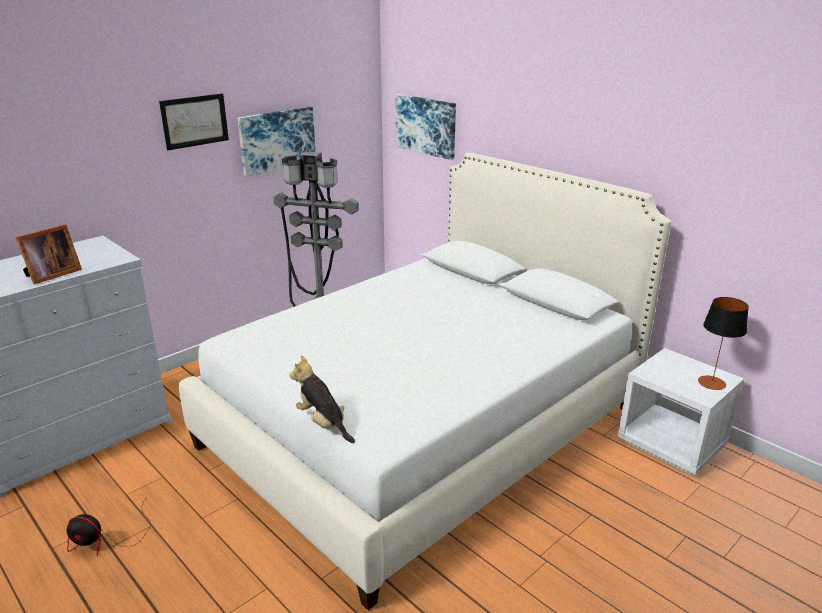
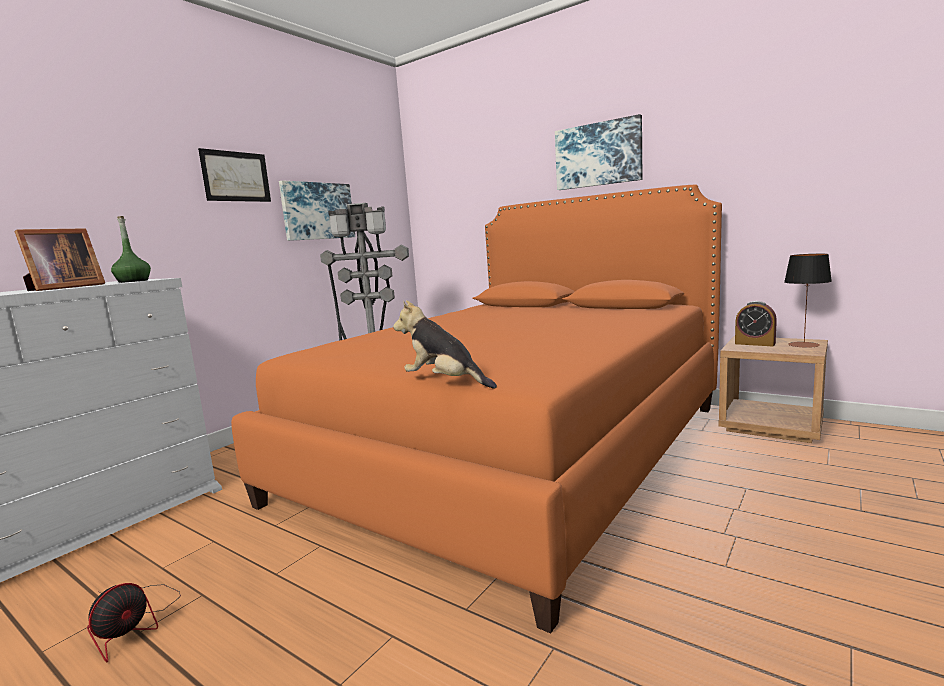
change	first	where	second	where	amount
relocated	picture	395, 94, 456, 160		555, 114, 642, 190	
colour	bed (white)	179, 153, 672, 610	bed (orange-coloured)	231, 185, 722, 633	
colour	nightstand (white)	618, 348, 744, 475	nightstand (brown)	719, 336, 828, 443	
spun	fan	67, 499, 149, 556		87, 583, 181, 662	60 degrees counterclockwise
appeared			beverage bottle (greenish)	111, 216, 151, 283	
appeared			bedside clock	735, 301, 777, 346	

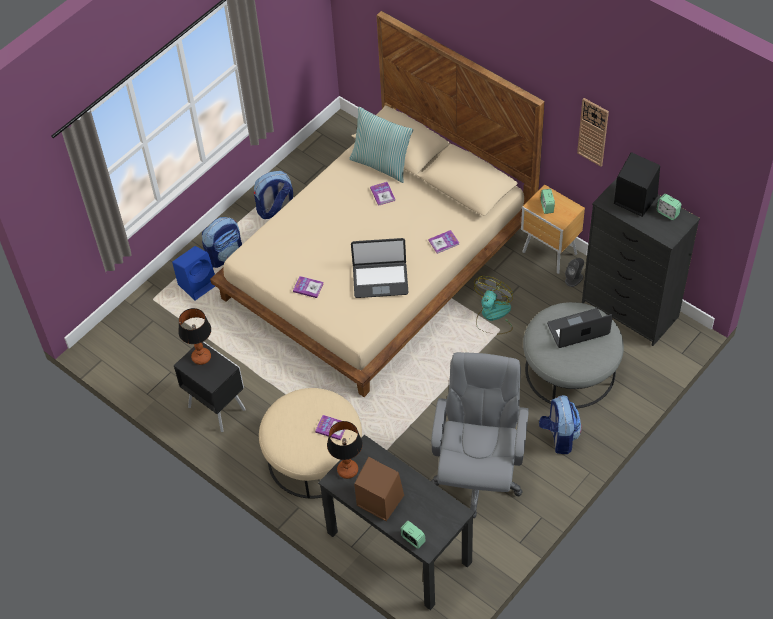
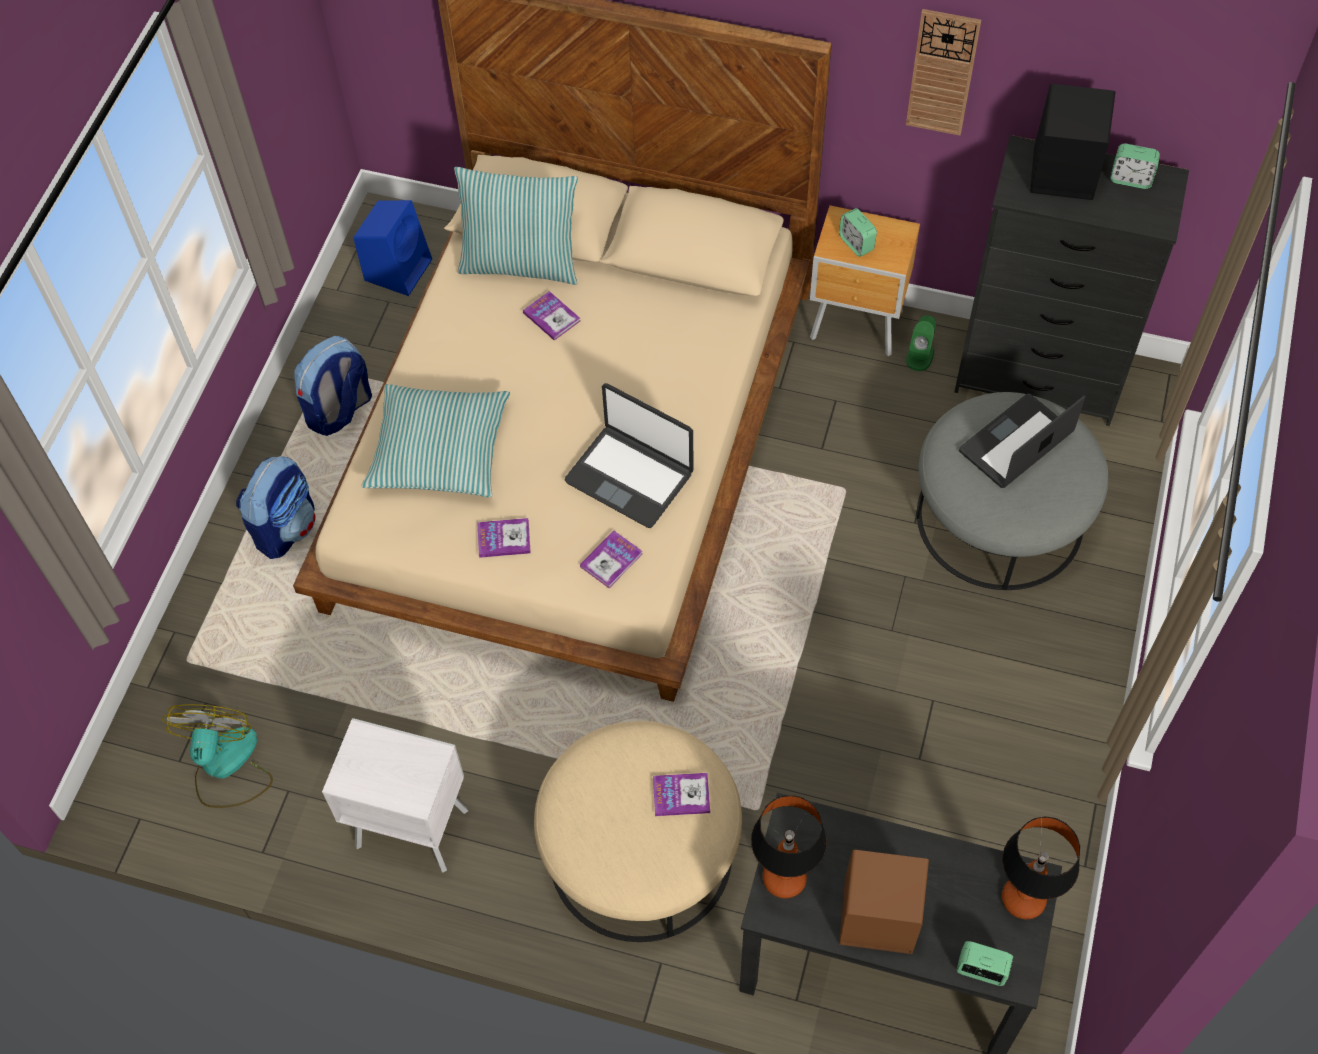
change	first	where	second	where	amount
relocated	book	429, 230, 459, 254		580, 530, 642, 588	
spun	laptop	351, 238, 408, 298		565, 383, 693, 528	60 degrees clockwise
relocated	loudspeaker (blue)	172, 246, 215, 300		353, 200, 432, 296	
colour	loudspeaker (gray)	565, 258, 584, 287	loudspeaker (greenish)	906, 315, 936, 371	
relocated	fan	474, 276, 513, 335		162, 704, 273, 808	
relocated	tabletop lamp	178, 308, 211, 365		1002, 816, 1080, 919	
colour	nightstand (black)	174, 341, 245, 432	nightstand (white)	322, 718, 468, 873	
missing	desk chair (gray)	431, 352, 529, 518			
missing	rucksack	539, 395, 582, 454			
appeared			cushion	362, 384, 510, 497	

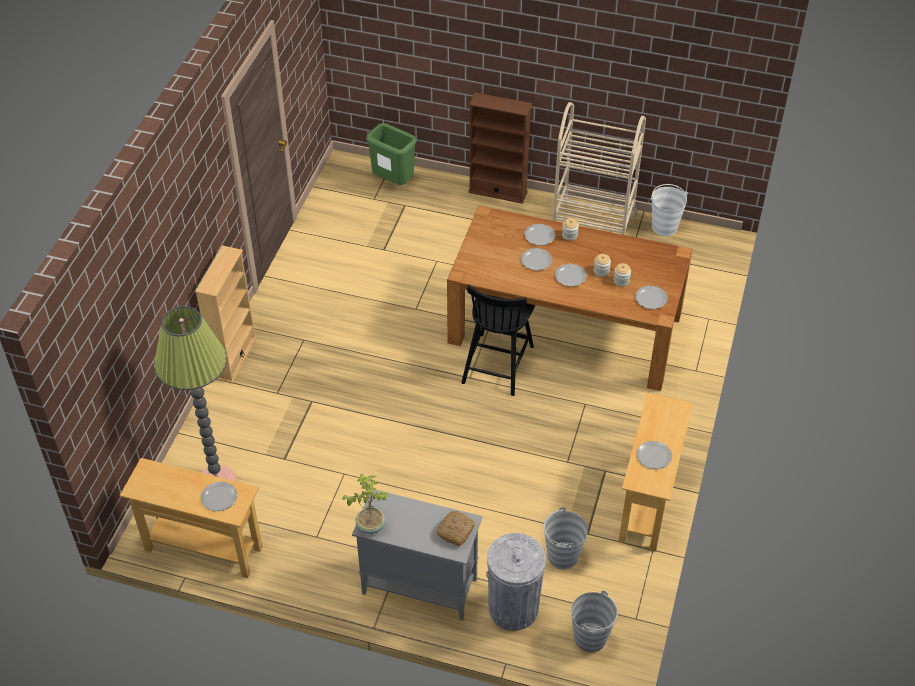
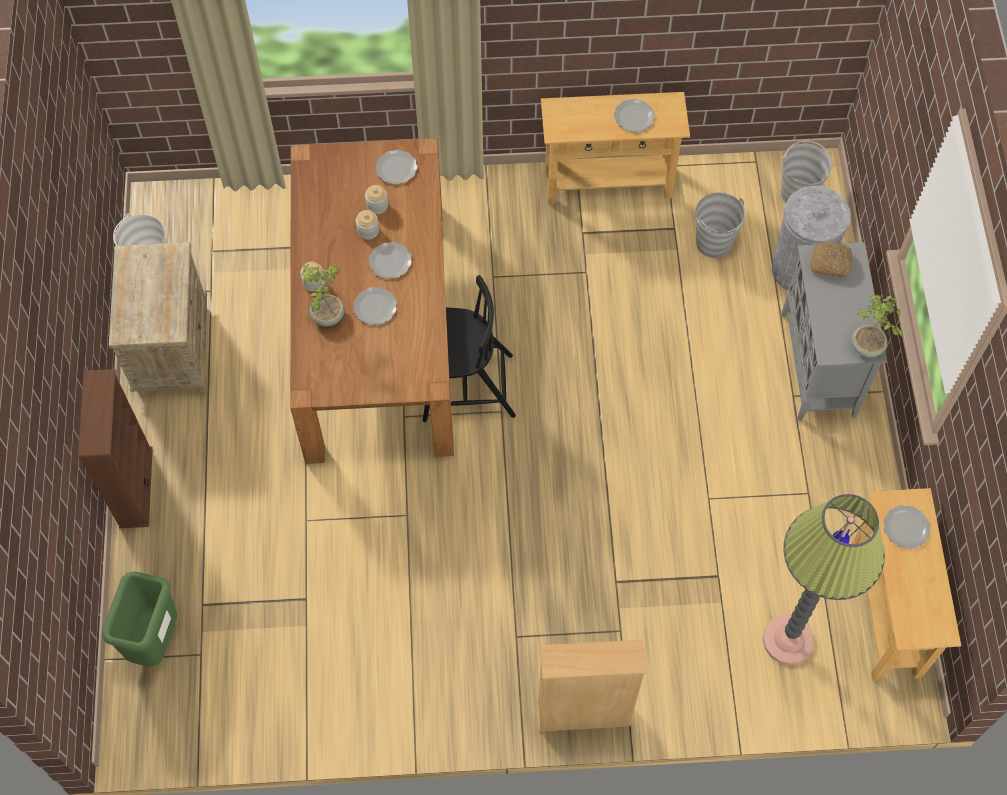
change	first	where	second	where	amount
exchanged	wheeled cart (beige-coloured)	552, 102, 646, 235	nightstand (beige-coloured)	109, 242, 207, 396	
exchanged	dinner plate	524, 224, 555, 245	potted plant	301, 264, 344, 327	

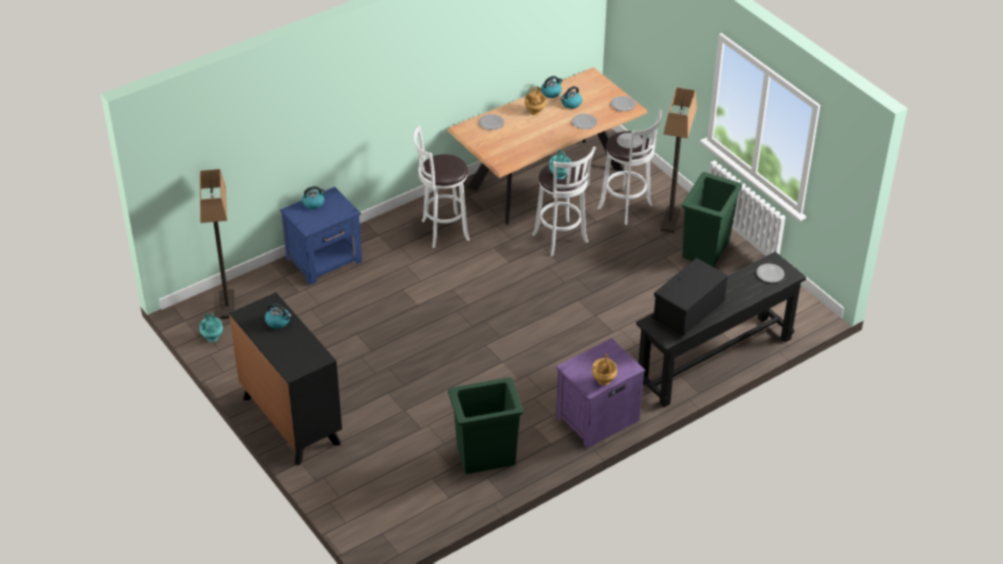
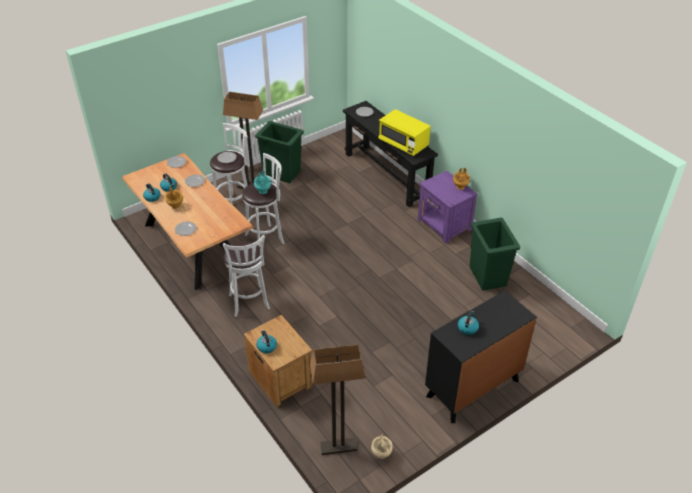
change	first	where	second	where	amount
colour	nightstand (blue)	280, 187, 362, 285	nightstand (brown)	244, 315, 313, 407	
colour	microwave (black)	652, 258, 728, 338	microwave (yellow-coloured)	378, 109, 431, 156	
colour	flower vase (turquoise)	199, 313, 223, 342	flower vase (beige-coloured)	371, 434, 393, 459	

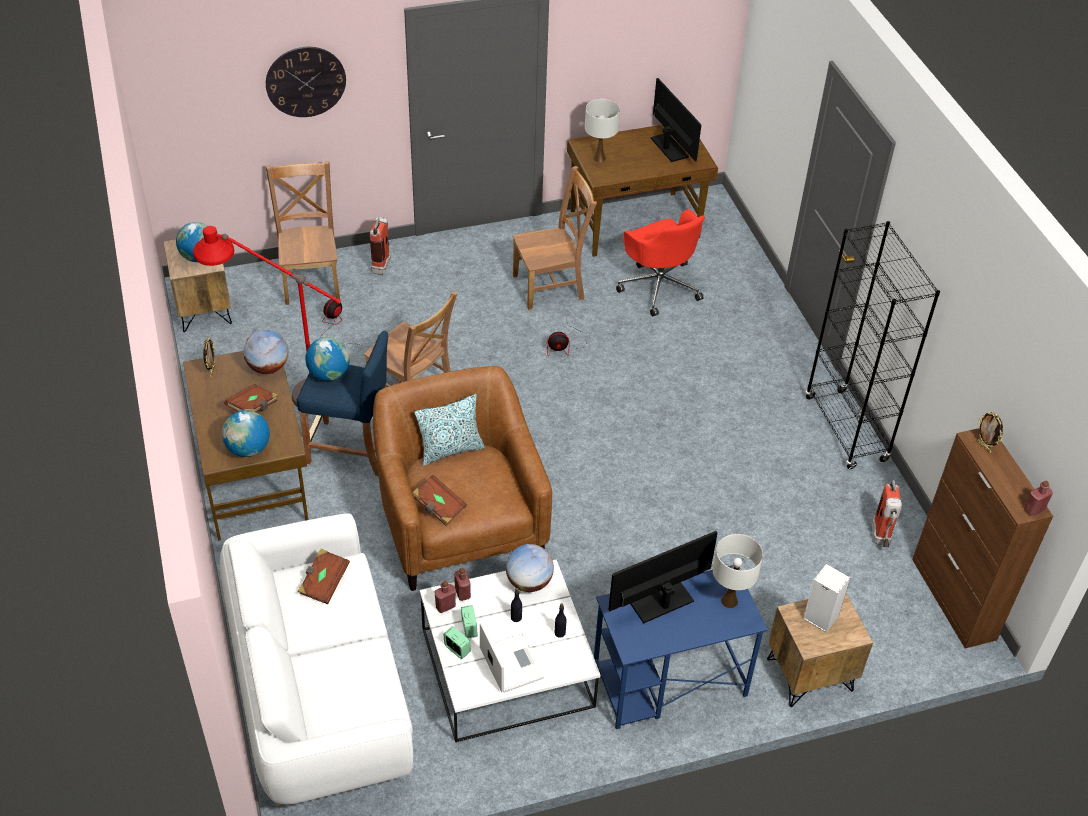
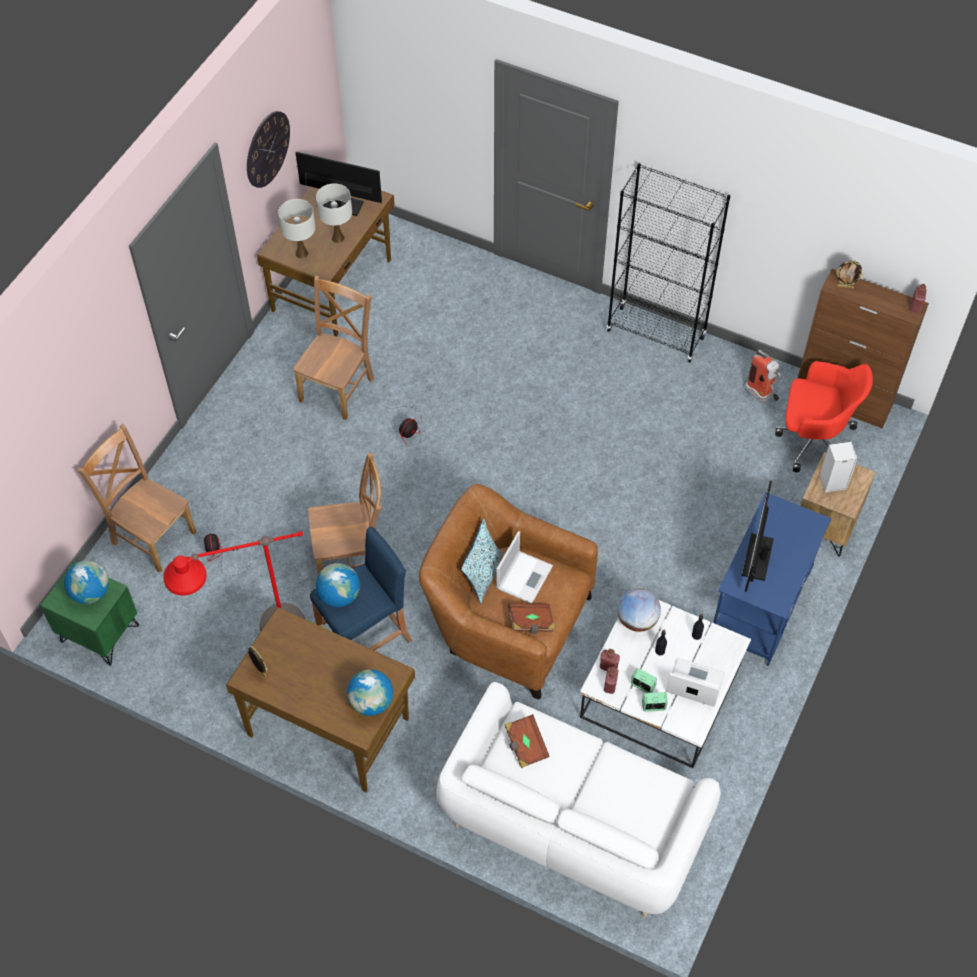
change	first	where	second	where	amount
relocated	wall clock	266, 47, 346, 117		247, 111, 290, 188	
relocated	desk chair (red-coloured)	616, 209, 705, 316		775, 361, 873, 472	
missing	fire extinguisher	370, 217, 391, 275			
colour	nightstand (brown)	163, 240, 232, 332	nightstand (greenish)	40, 561, 139, 666	
missing	world globe	243, 330, 288, 374			
missing	book (brown)	225, 384, 278, 412			
relocated	tabletop lamp (white)	713, 534, 763, 608		316, 183, 352, 243	
appeared			laptop	496, 531, 553, 604	

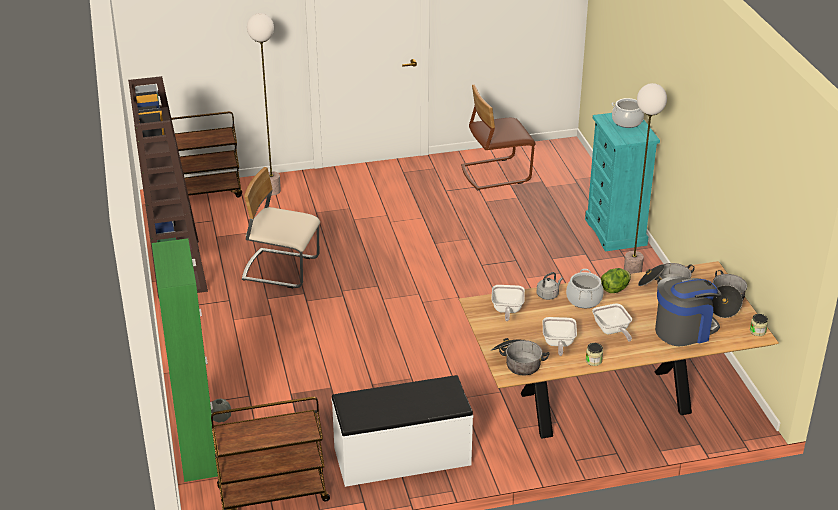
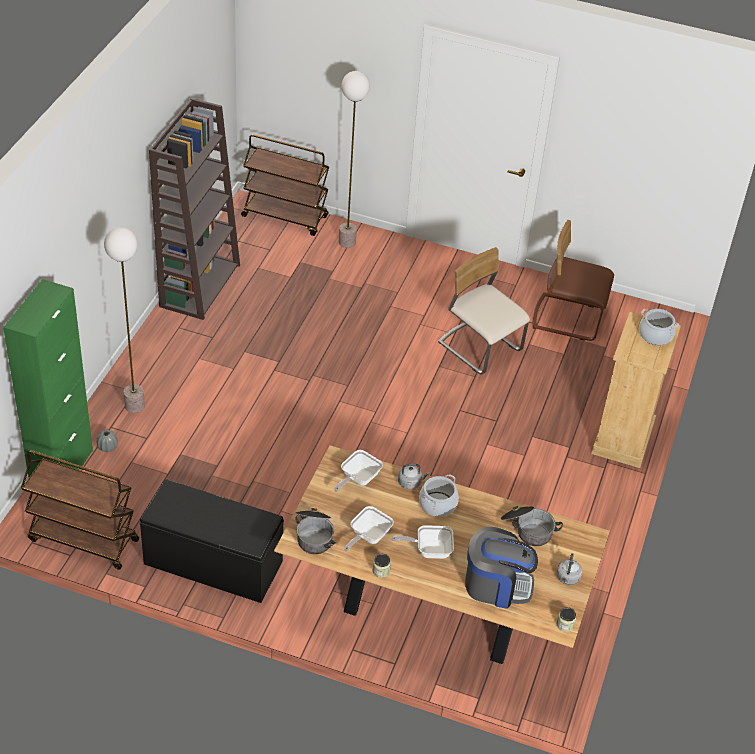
change	first	where	second	where	amount
relocated	standard lamp	624, 83, 667, 274		104, 227, 145, 413	
colour	chest of drawers (turquoise)	585, 113, 660, 251	chest of drawers (beige-coloured)	592, 312, 681, 468	
relocated	plain chair (beige-coloured)	242, 167, 320, 288		438, 247, 530, 375	
missing	lettuce	601, 268, 631, 293			
exchanged	saucepot	712, 270, 747, 318	water kettle (gray)	557, 553, 582, 585	
spun	skillet	592, 303, 632, 341		392, 525, 454, 559	75 degrees clockwise
colour	indoor bench (white)	331, 375, 473, 487	indoor bench (black)	140, 479, 284, 603	

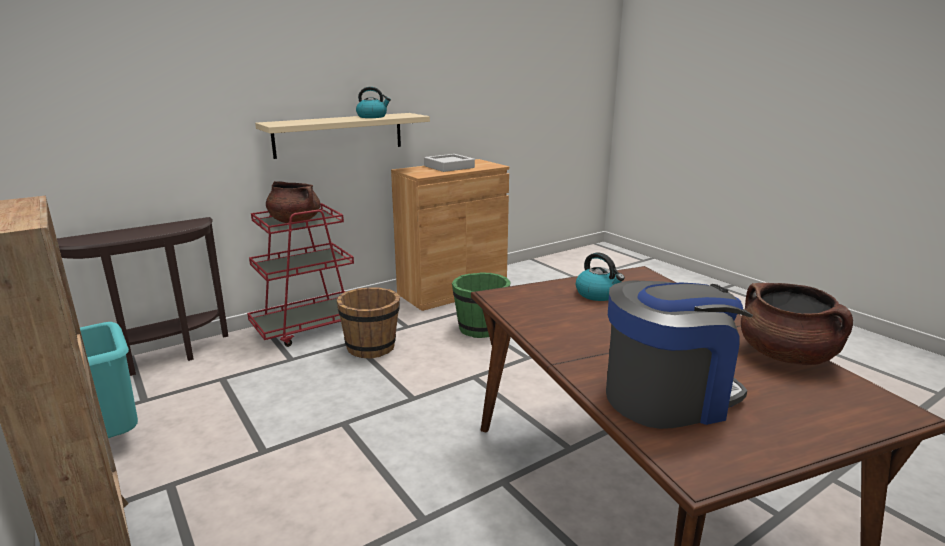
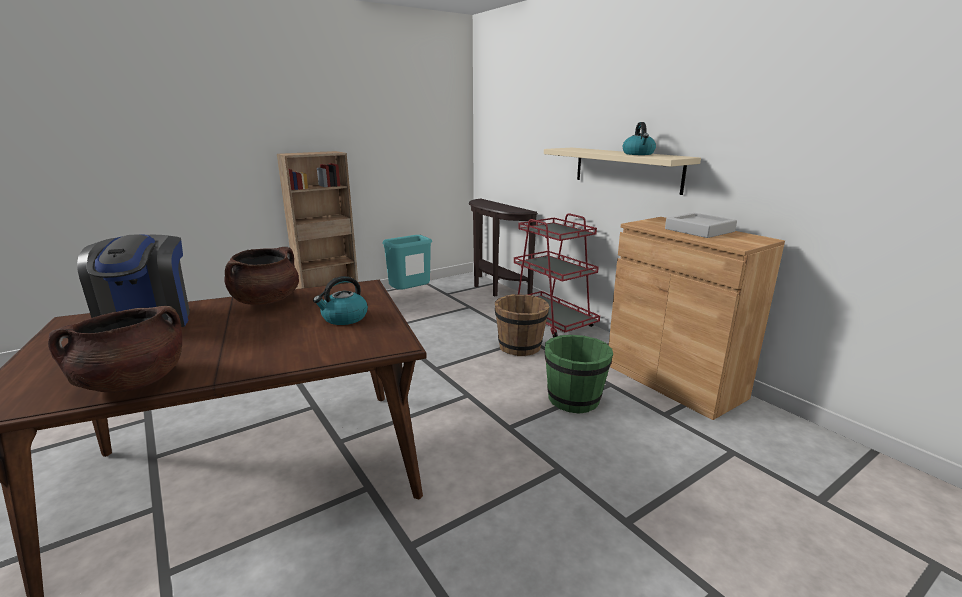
change	first	where	second	where	amount
relocated	saucepot (brown)	266, 181, 320, 223		224, 247, 299, 305	

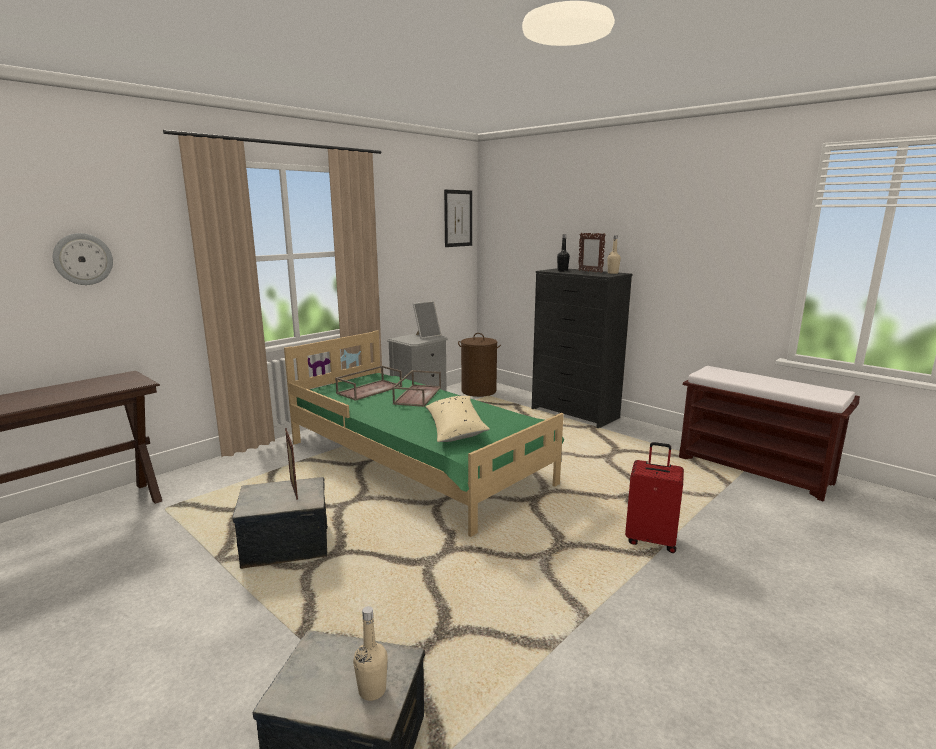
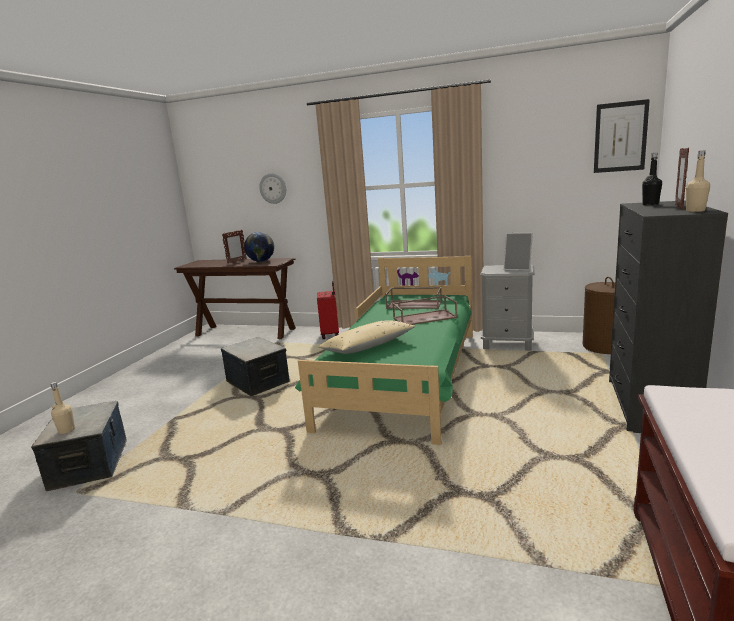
change	first	where	second	where	amount
relocated	standing frame	285, 428, 298, 500		222, 230, 247, 264	
relocated	suitcase (red-coloured)	625, 442, 684, 553		317, 281, 339, 339	
appeared			world globe	244, 232, 274, 262	

